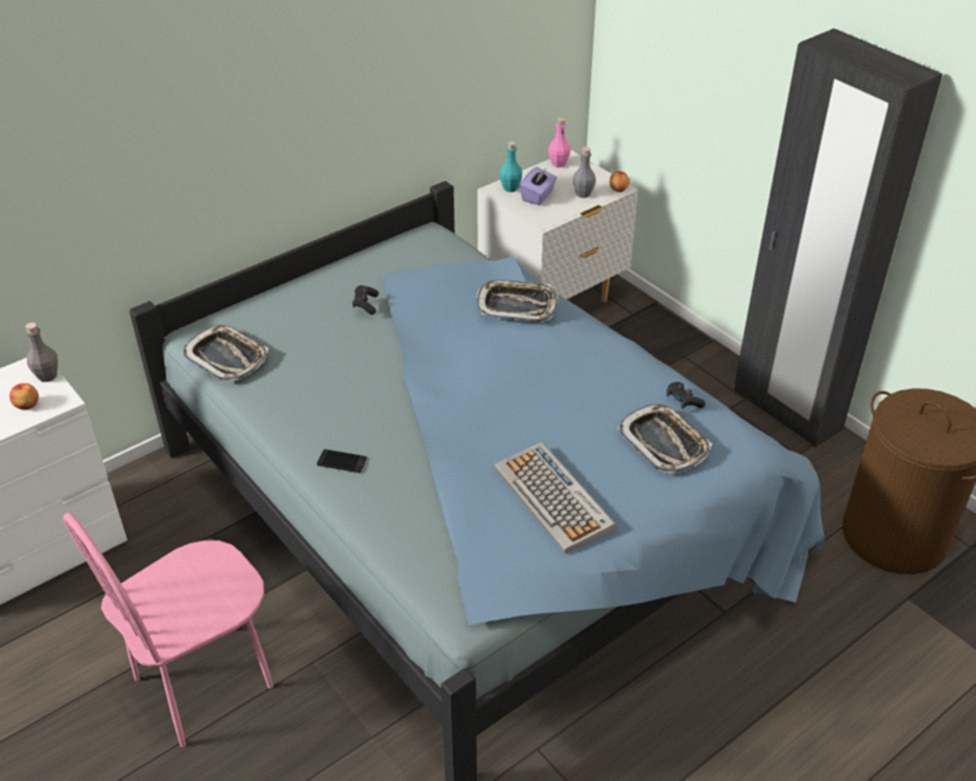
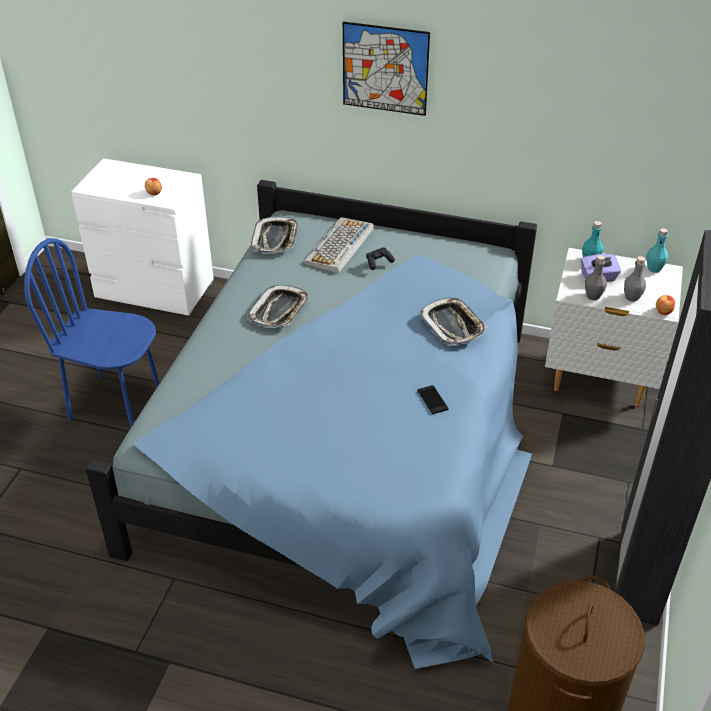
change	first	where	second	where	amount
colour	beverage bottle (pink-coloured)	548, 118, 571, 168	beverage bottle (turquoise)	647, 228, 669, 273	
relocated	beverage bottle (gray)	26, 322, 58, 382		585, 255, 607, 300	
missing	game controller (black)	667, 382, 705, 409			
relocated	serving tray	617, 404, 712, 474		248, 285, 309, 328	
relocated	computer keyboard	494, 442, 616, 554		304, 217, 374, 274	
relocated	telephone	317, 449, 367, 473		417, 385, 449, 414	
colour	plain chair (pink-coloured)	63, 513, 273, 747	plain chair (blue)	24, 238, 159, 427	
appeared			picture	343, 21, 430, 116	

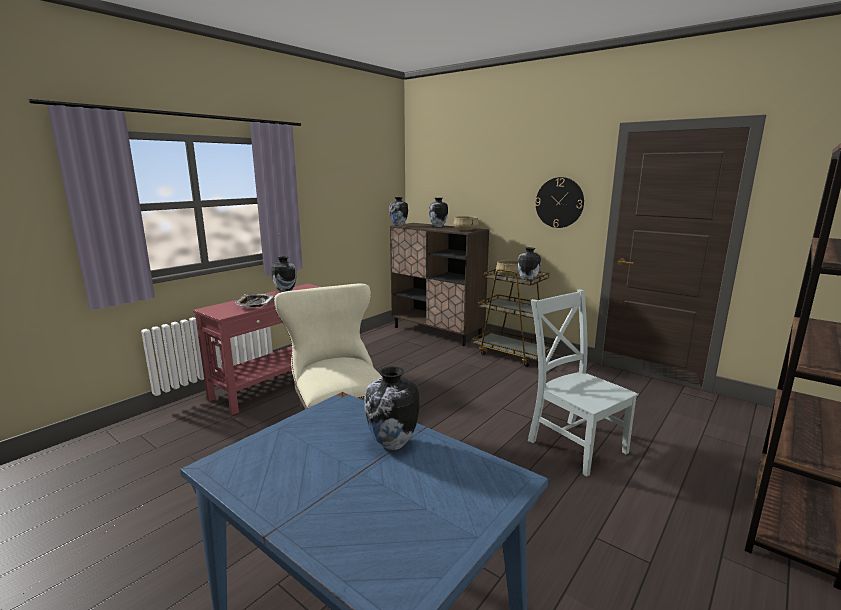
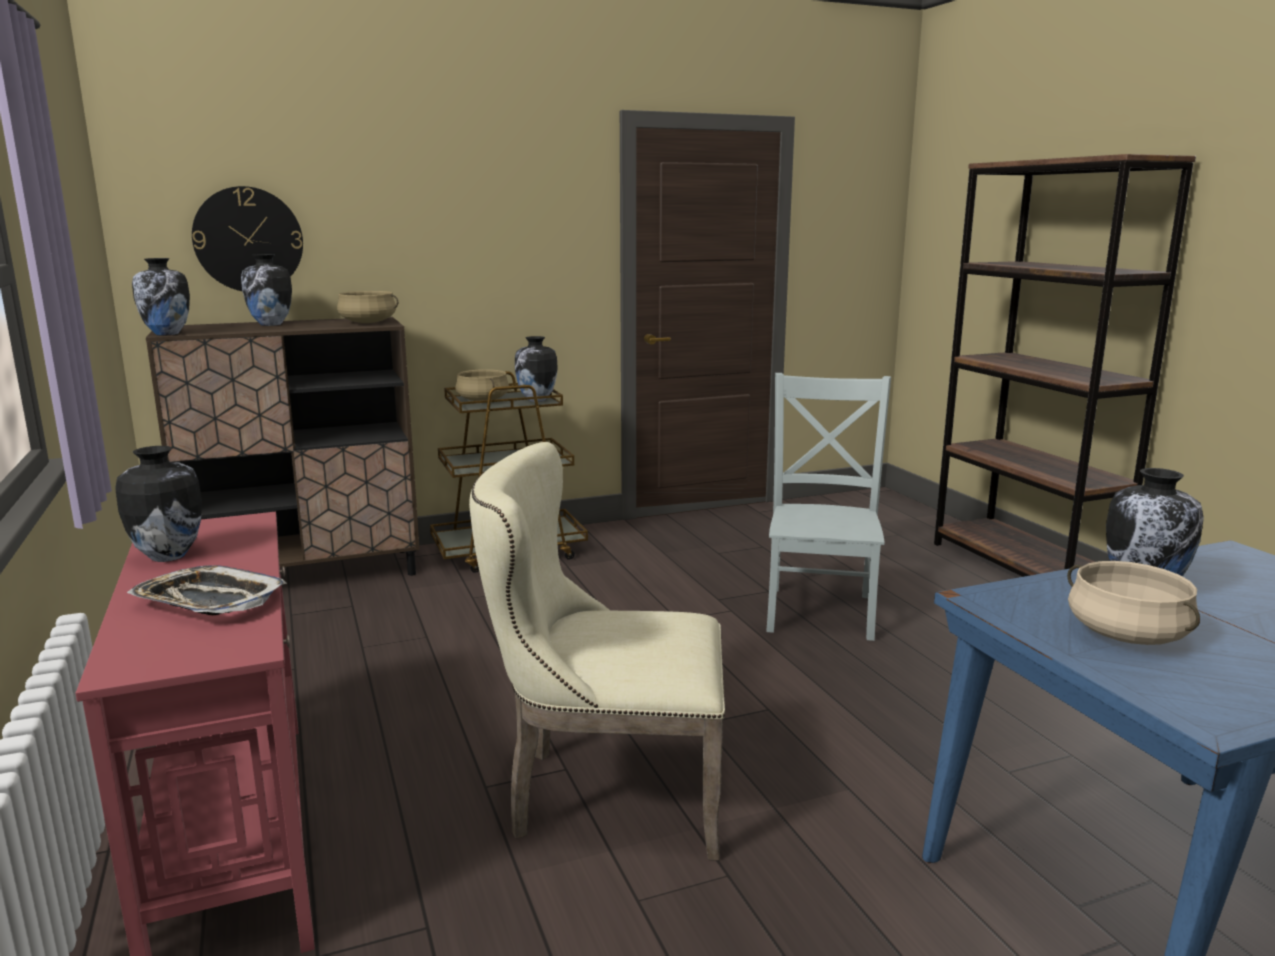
change	first	where	second	where	amount
relocated	wall clock	535, 177, 584, 228		192, 186, 303, 291	
spun	plain chair (gray)	528, 289, 639, 477		766, 373, 891, 641	105 degrees clockwise
appeared			saucepot (beige-coloured)	1067, 561, 1200, 645	

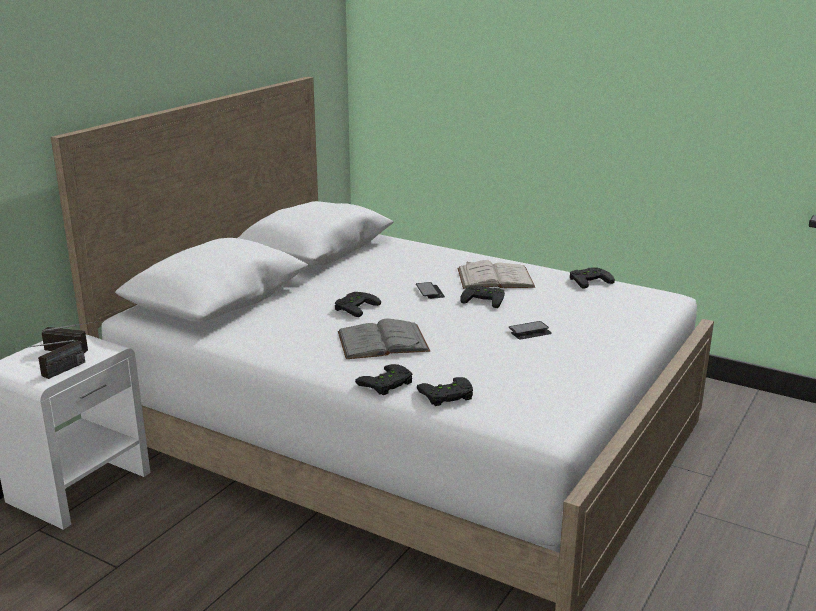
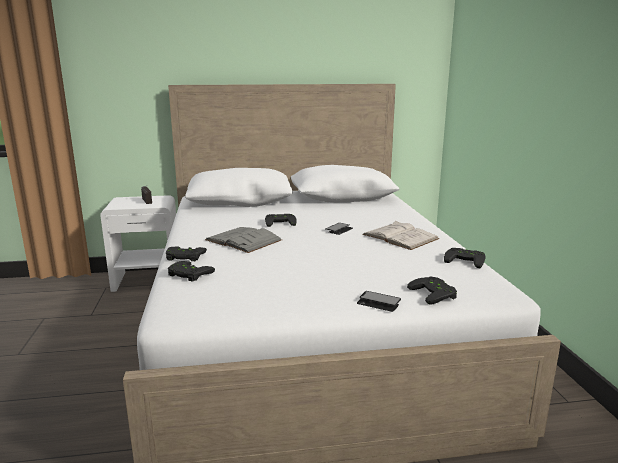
change	first	where	second	where	amount
relocated	game controller (black)	460, 286, 505, 308		407, 277, 457, 305	
relocated	telephone	509, 321, 552, 340		357, 291, 401, 312	
missing	radio set	14, 340, 85, 379			

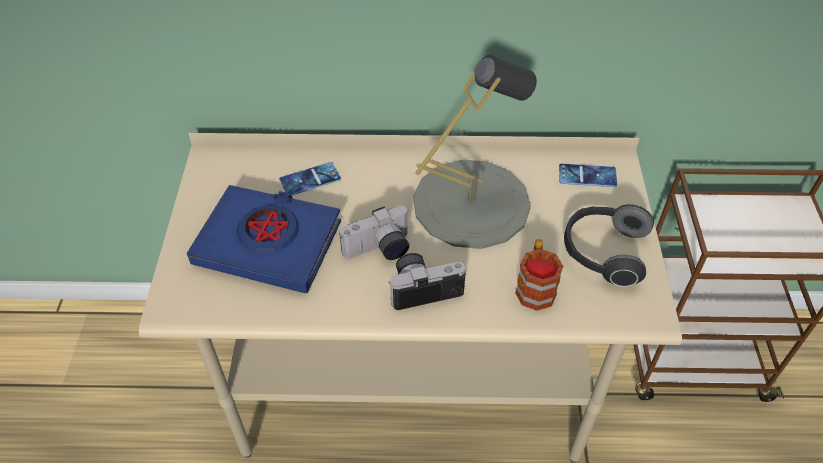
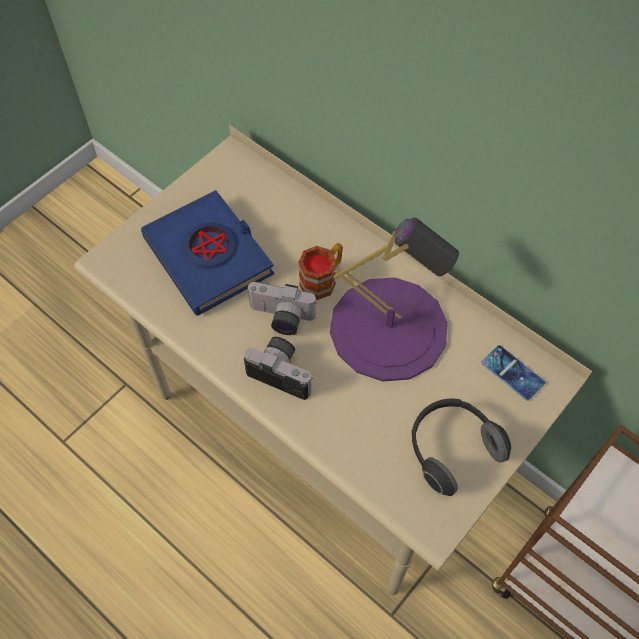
change	first	where	second	where	amount
colour	tabletop lamp (gray)	413, 55, 537, 249	tabletop lamp (purple-coloured)	330, 217, 459, 382	
missing	telephone	279, 162, 341, 195			
relocated	tea mug	515, 239, 564, 311		298, 243, 343, 300	

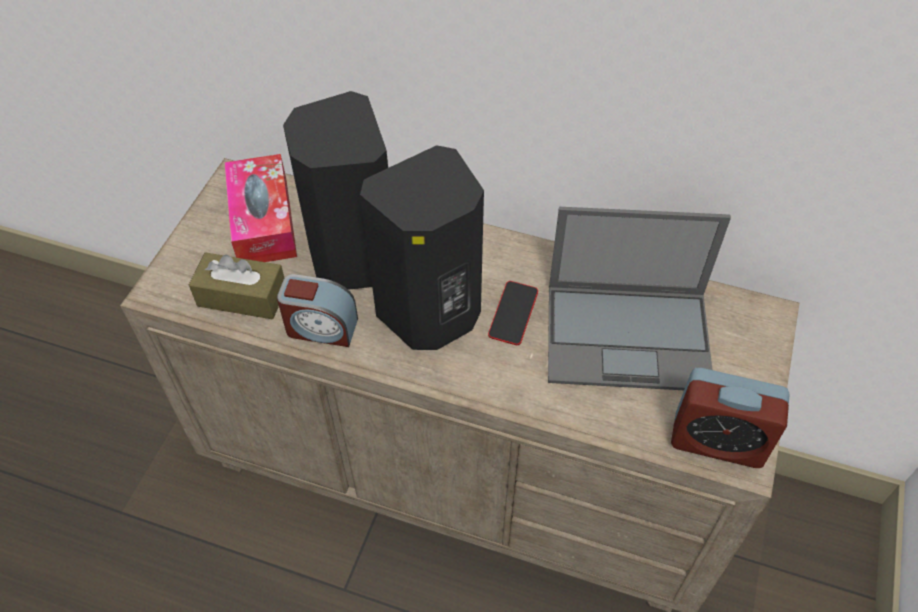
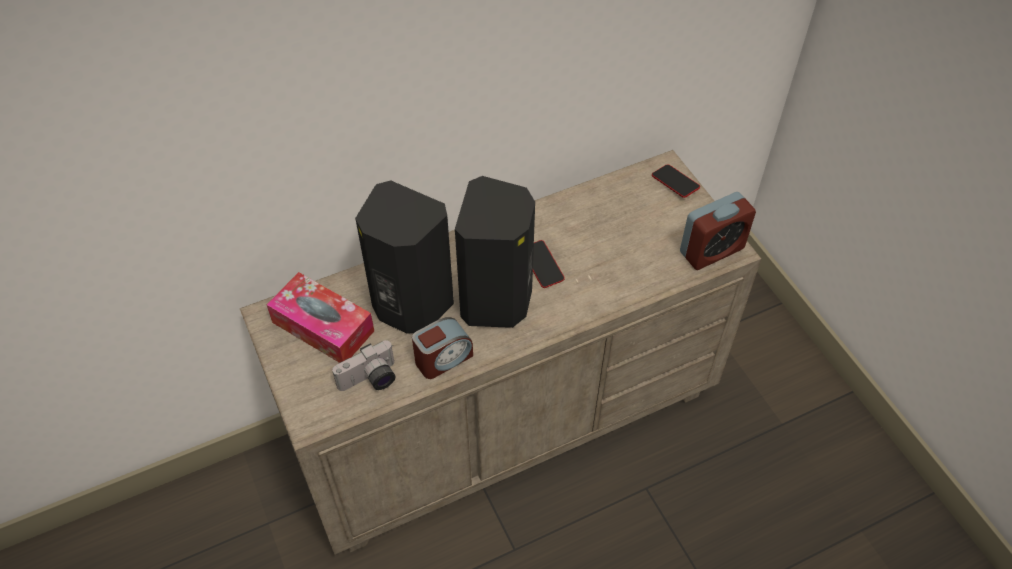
change	first	where	second	where	amount
missing	laptop	548, 207, 731, 390			
exchanged	box of tissues (brown)	189, 252, 284, 319	photo camera	332, 340, 396, 391	
appeared			telephone	652, 164, 700, 198	

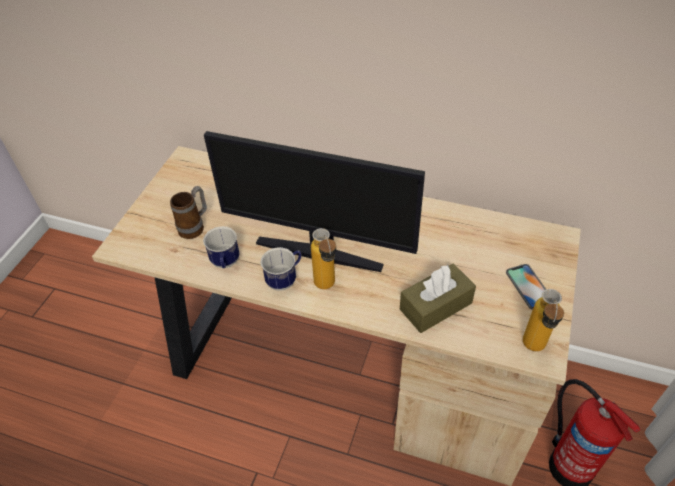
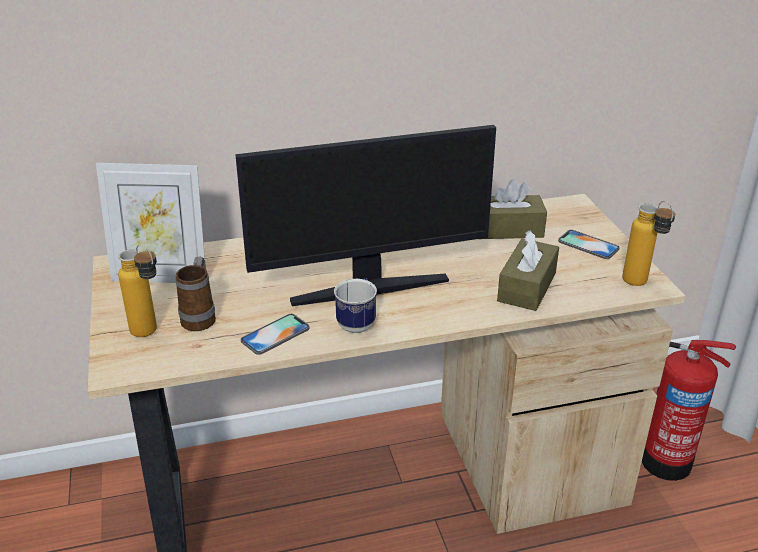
change	first	where	second	where	amount
exchanged	tea mug	203, 226, 239, 268	telephone	241, 314, 310, 355	
relocated	beverage bottle	311, 228, 336, 289		118, 244, 157, 337	
appeared			standing frame	96, 163, 205, 283	
appeared			box of tissues (brown)	481, 179, 547, 239	

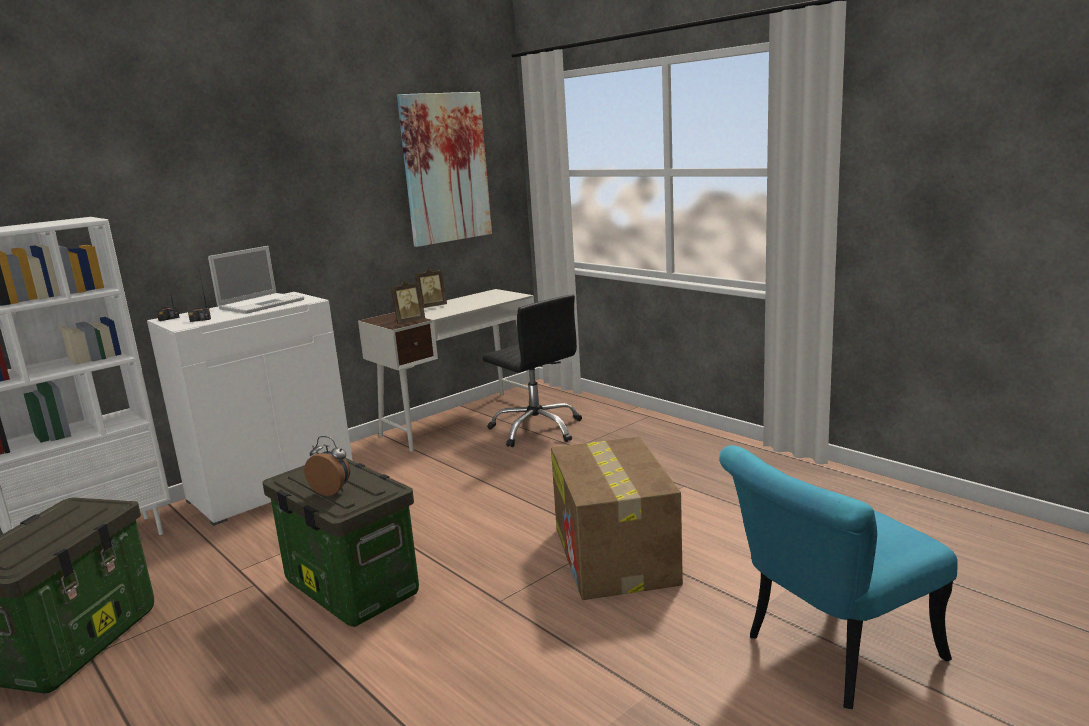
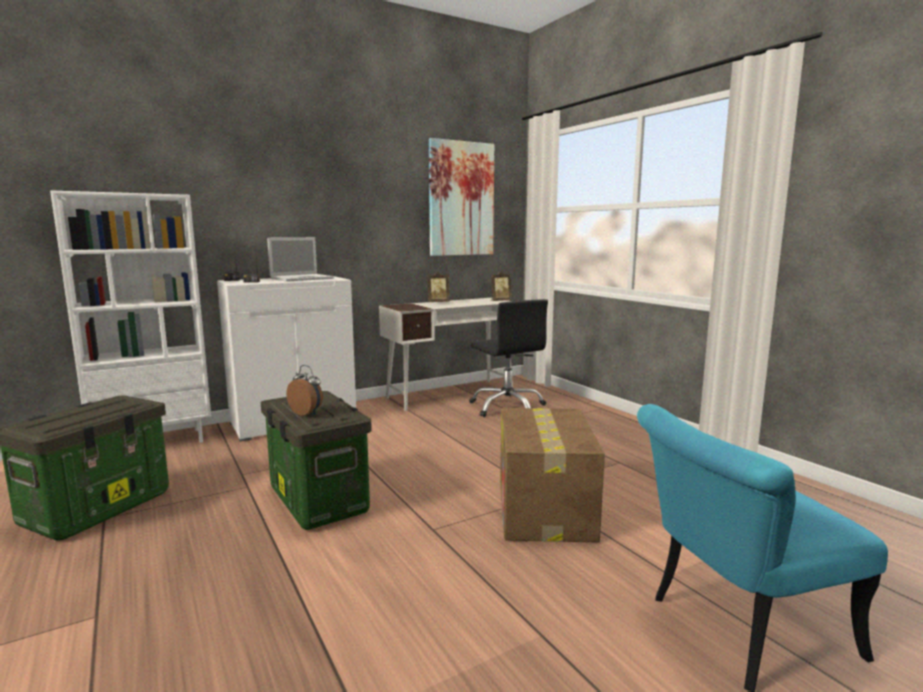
change	first	where	second	where	amount
relocated	standing frame	391, 280, 425, 324		491, 272, 512, 301	

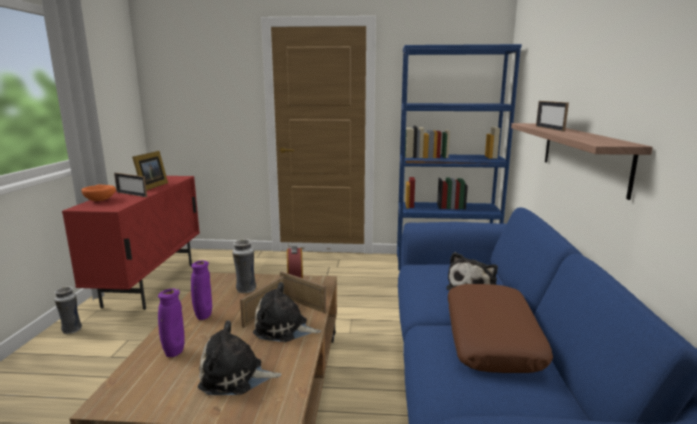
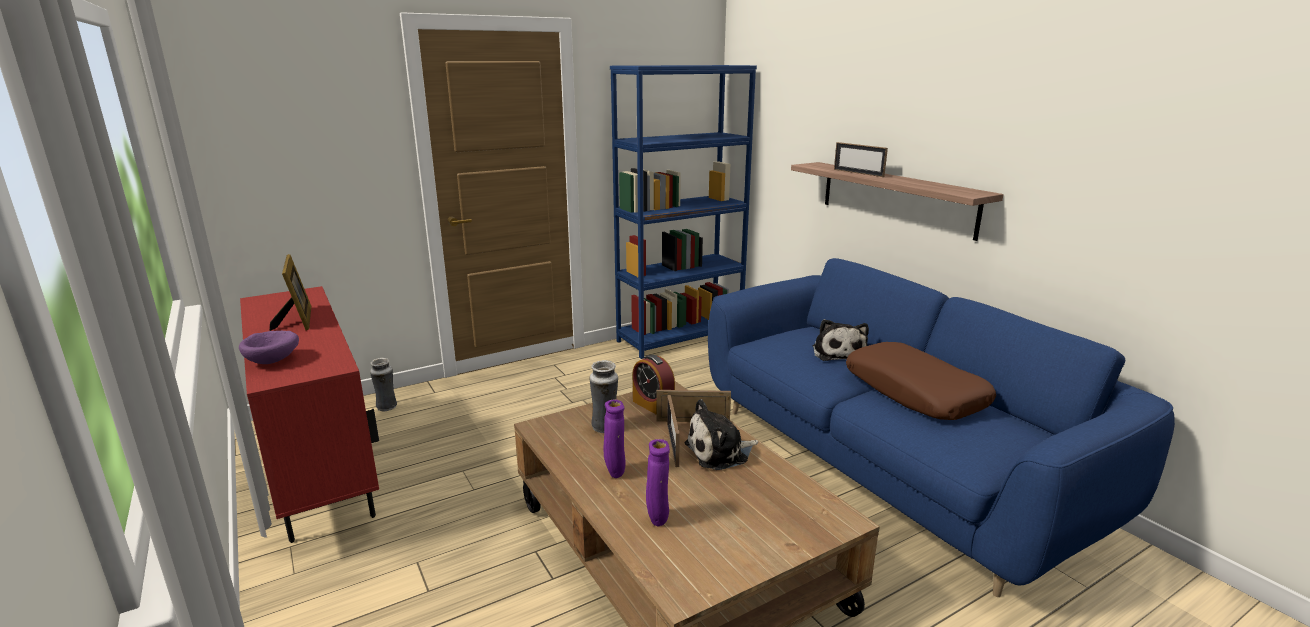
change	first	where	second	where	amount
missing	standing frame	114, 173, 147, 197			
colour	serving bowl (orange-coloured)	81, 184, 116, 201	serving bowl (purple-coloured)	239, 330, 299, 364	
relocated	flower vase	54, 286, 82, 334		370, 358, 397, 411	
missing	plush toy	198, 320, 281, 395			

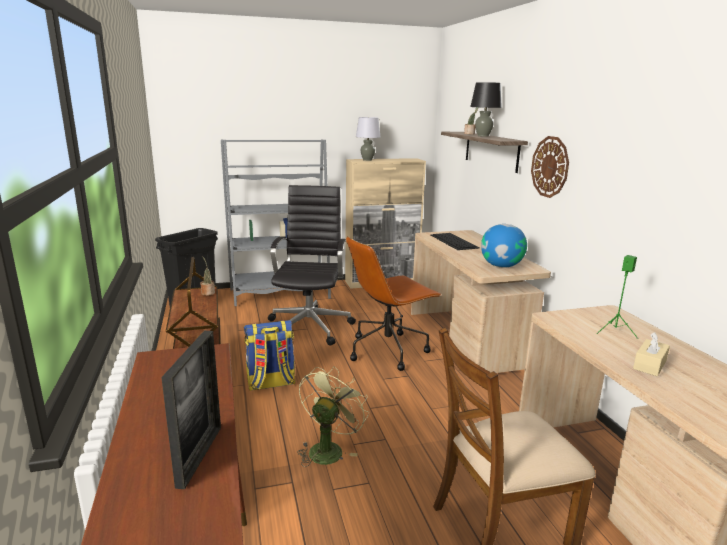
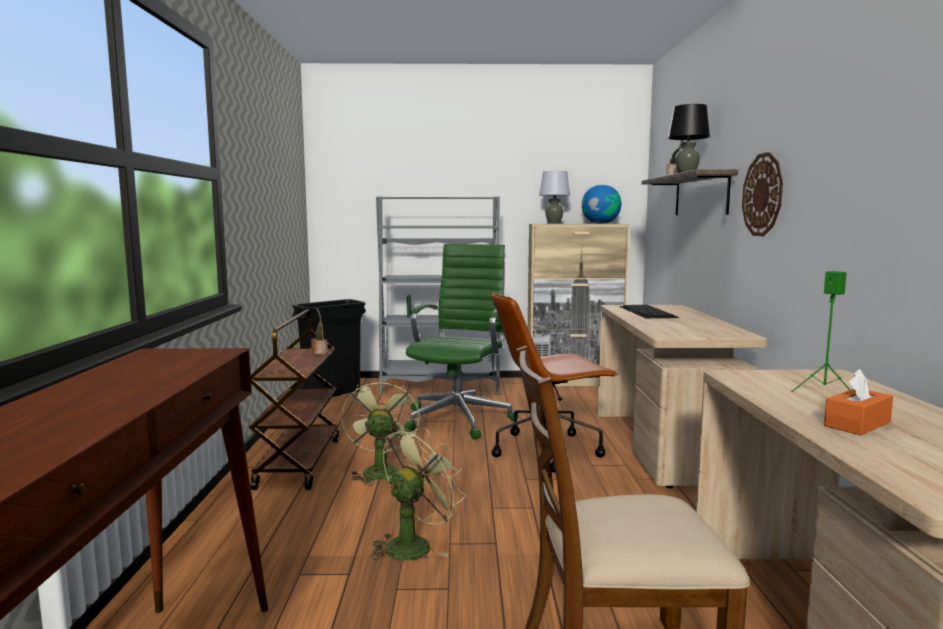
change	first	where	second	where	amount
colour	desk chair (black)	268, 185, 356, 346	desk chair (greenish)	405, 244, 519, 439	
relocated	world globe	481, 224, 527, 268		582, 185, 621, 224	
exchanged	rucksack	244, 320, 296, 391	fan (greenish)	341, 377, 420, 485	
missing	standing frame	161, 331, 221, 489			
colour	box of tissues (beige-coloured)	633, 332, 670, 376	box of tissues (orange-coloured)	824, 369, 893, 435	

